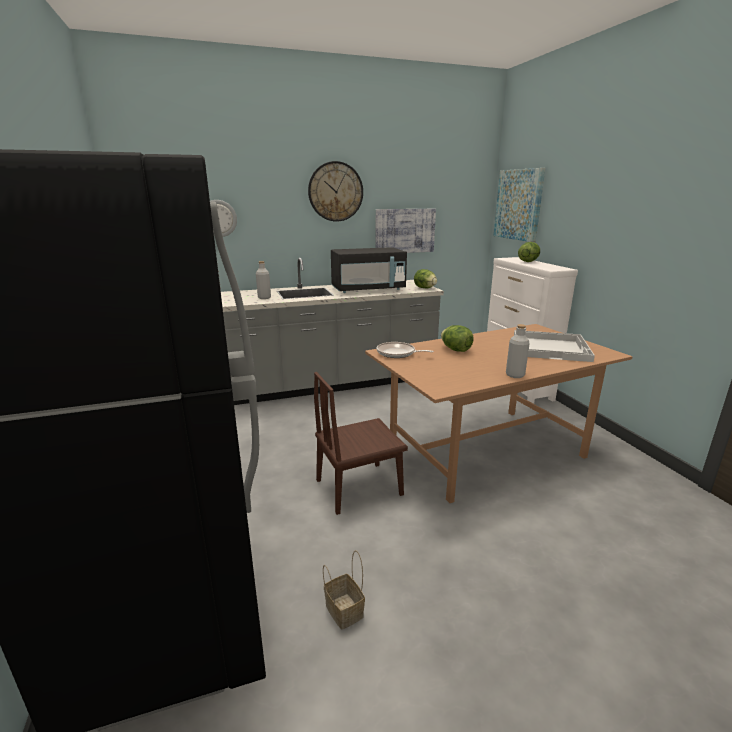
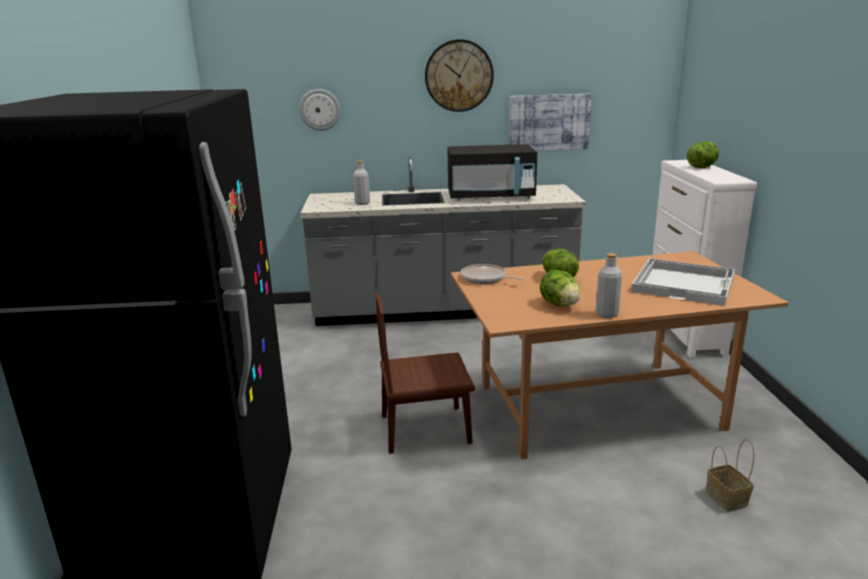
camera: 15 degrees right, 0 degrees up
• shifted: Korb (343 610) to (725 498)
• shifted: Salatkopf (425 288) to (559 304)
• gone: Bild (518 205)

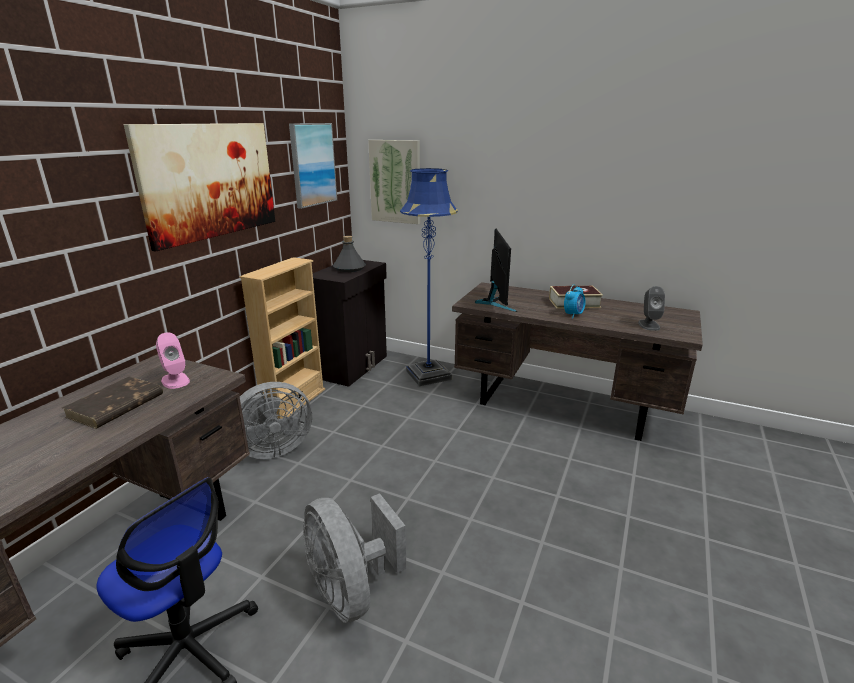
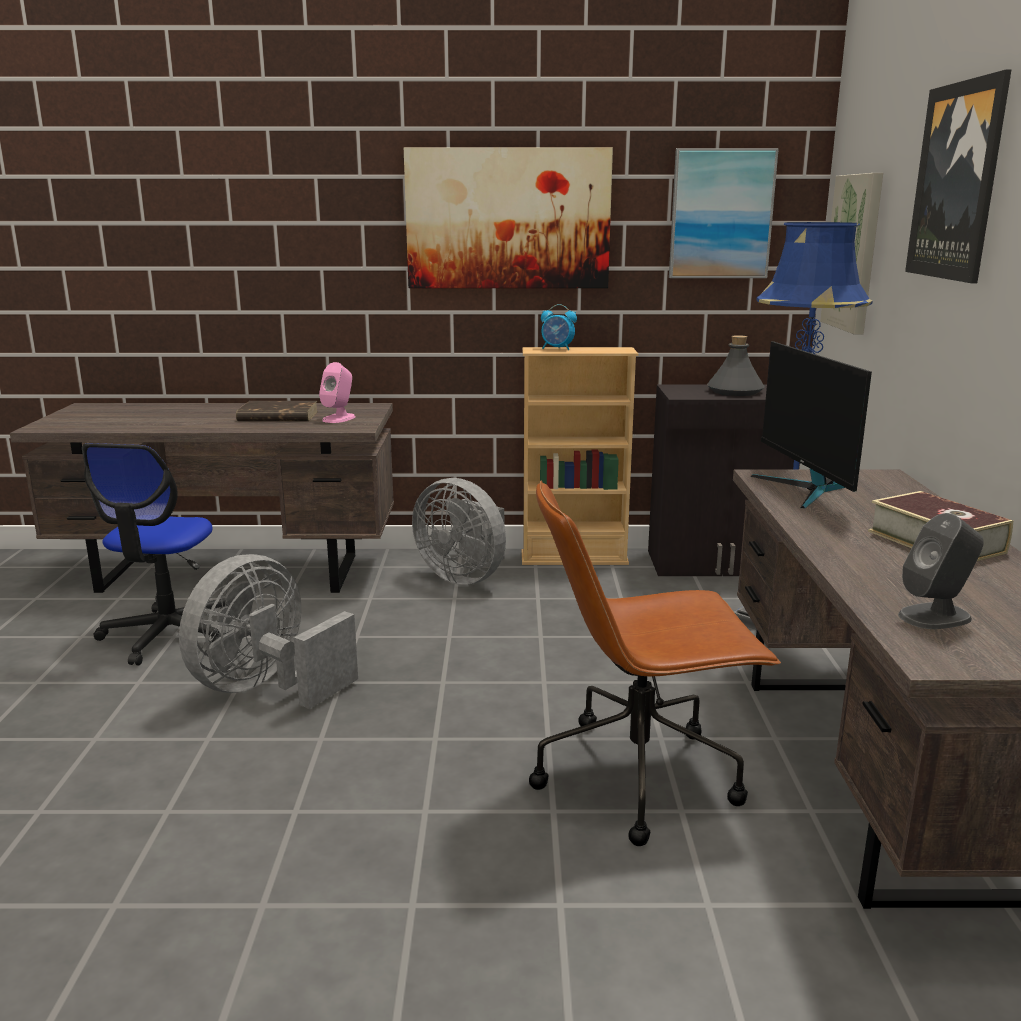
camera: 65 degrees right, 5 degrees down
• rotated: Monitor (496 302) = (806 489) 105 degrees clockwise
• shifted: Wecker (573 315) to (557 349)
• new: Bürostuhl [braun] (640 775)
• new: Bild (957 182)

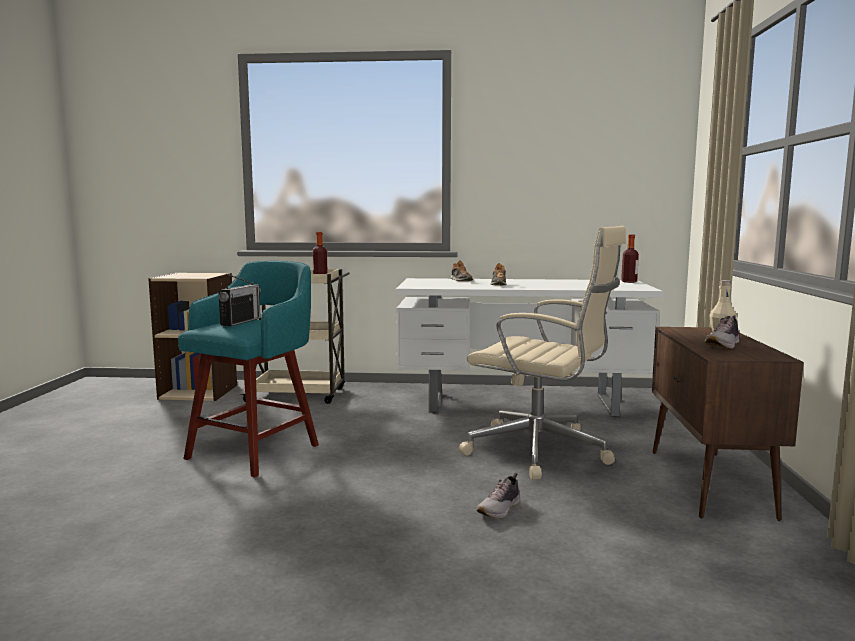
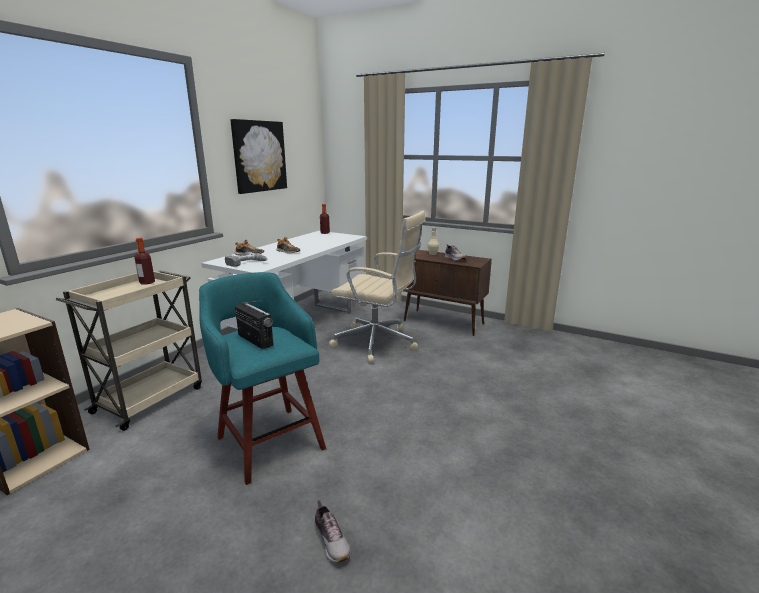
camera: 65 degrees left, 10 degrees up
• rotated: Bürostuhl [beige] (541 452) = (377 343) 60 degrees clockwise
• shifted: Schuh (500 509) to (332 541)
• new: Bohrmaschine (247 263)
• new: Bild (259 156)

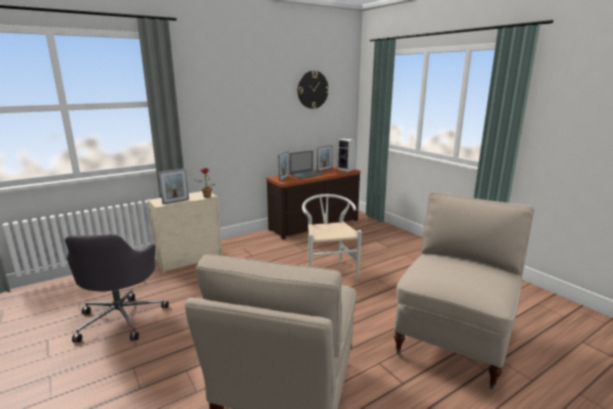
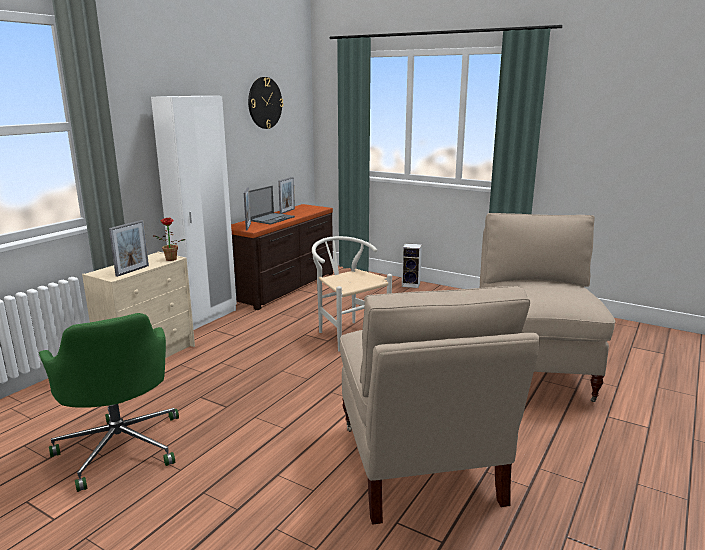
camera: 25 degrees left, 0 degrees up
• repainted: Bürostuhl [grau] (121 318) to Bürostuhl [grün] (121 446)
• shifted: Lautsprecher (346 170) to (411 284)
• new: Kleiderschrank [weiß] (207 317)

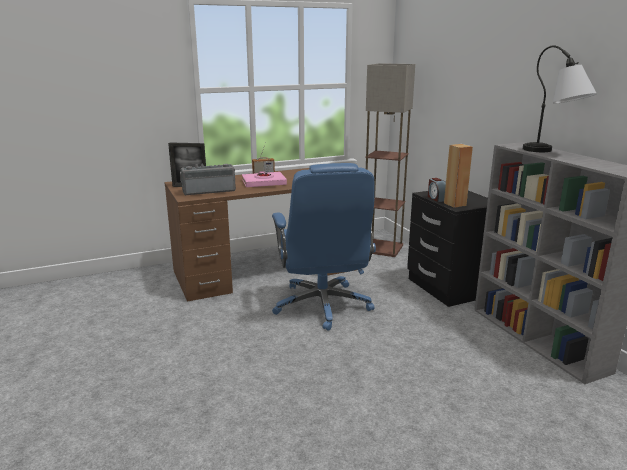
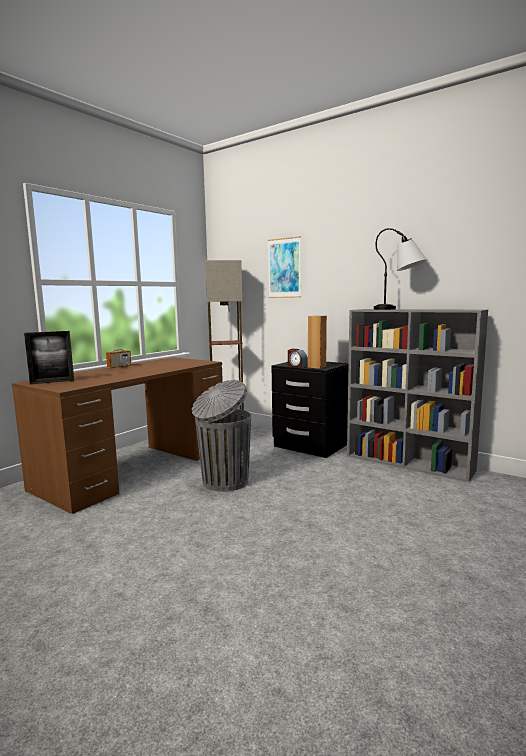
camera: 30 degrees left, 10 degrees down
• gone: Radio (209 191)
• gone: Buch [rosa] (264 183)
• swapped: Bürostuhl [blau] (322 306) to Mülleimer [grau] (224 482)
• new: Bild (284 268)

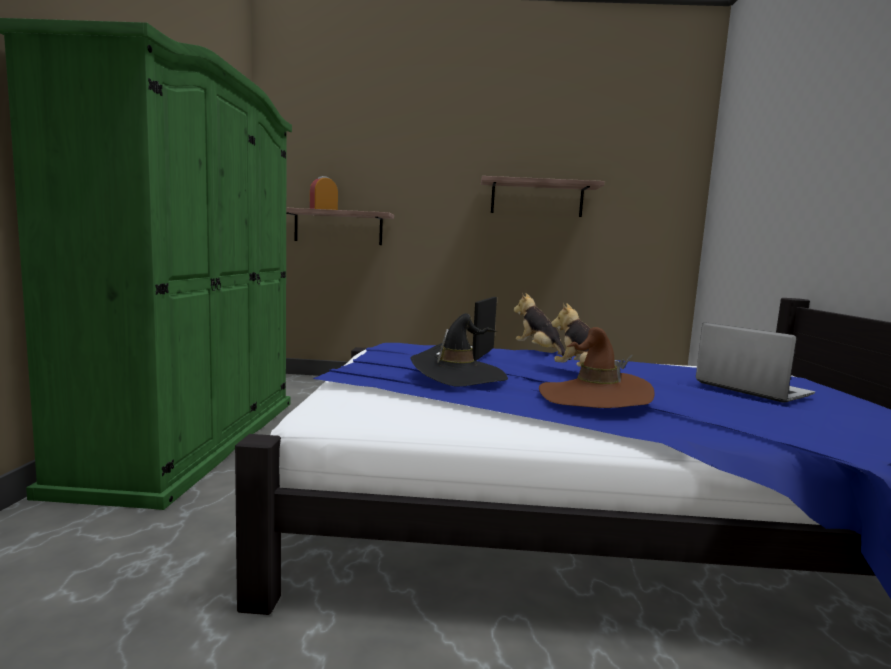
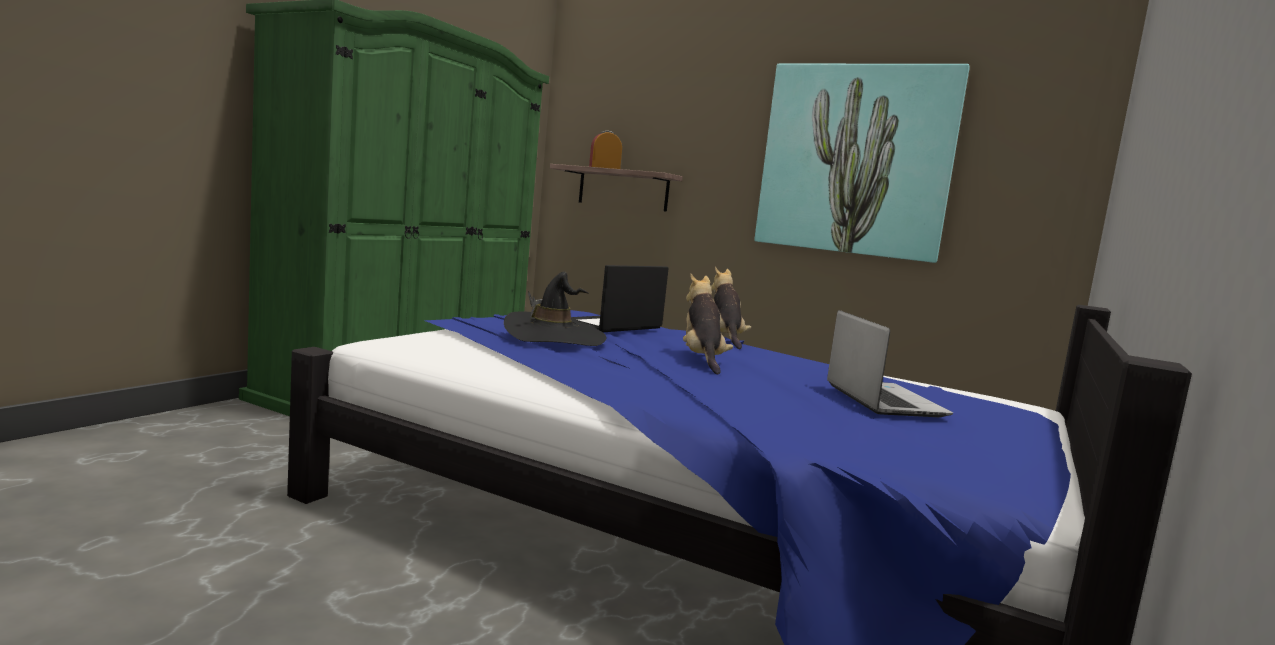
camera: 25 degrees right, 0 degrees up
• swapped: Wandregal (537 199) to Bild (855 160)
• gone: Hut [braun] (594 397)

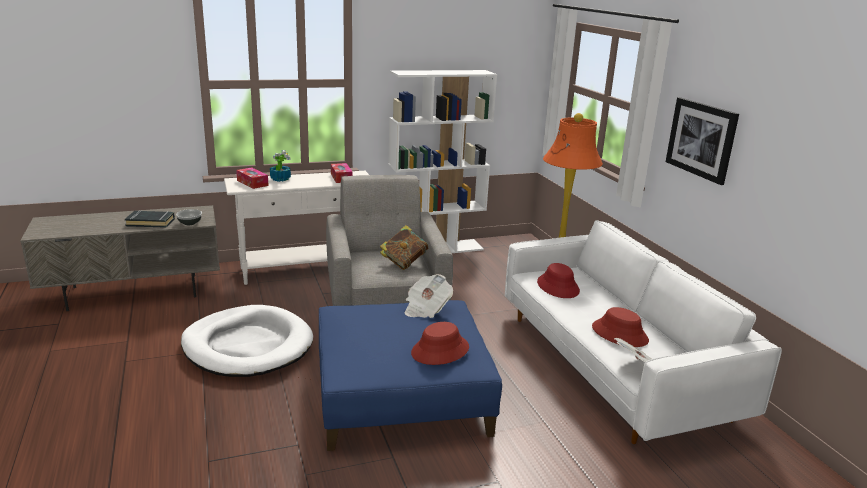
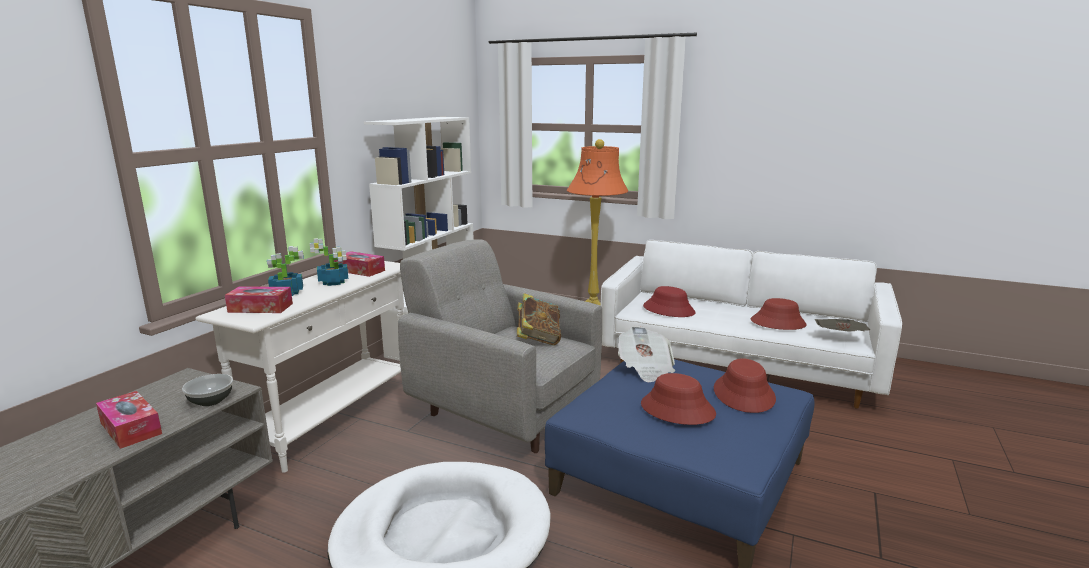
camera: 45 degrees left, 5 degrees down
• swapped: Buch [schwarz] (150 222) to Taschentuchbox (131 428)
• gone: Bild (701 139)
• new: Topfpflanze (334 282)
• new: Hut [rot] (677 409)

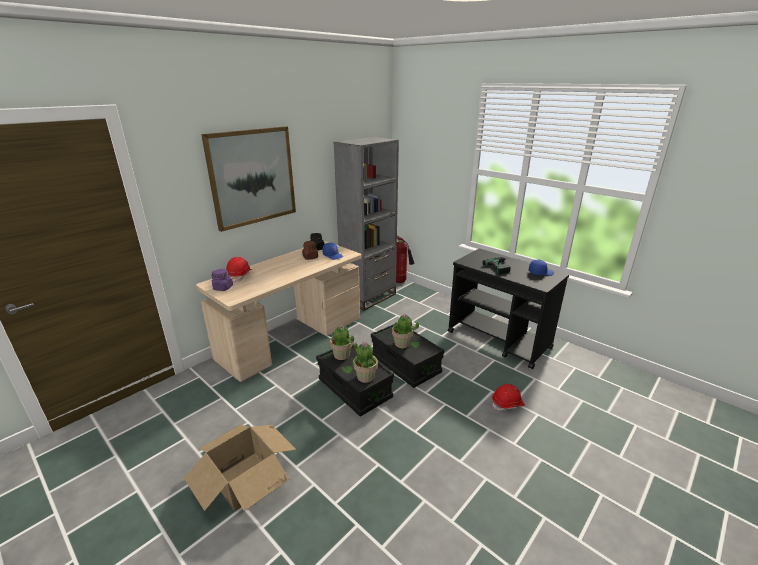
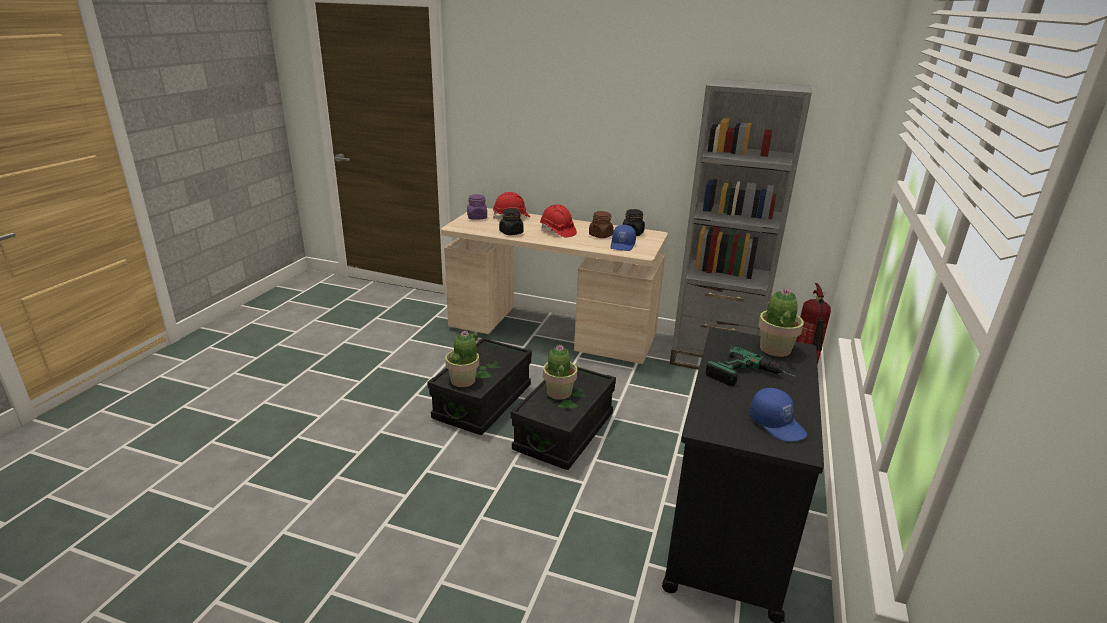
camera: 65 degrees right, 0 degrees up
• gone: Karton (246 479)
• gone: Bild (252 177)
• shifted: Topfpflanze (342 355) to (774 349)
• shifted: Schutzhelm [rot] (507 404) to (557 231)
• new: Vorratsglas [schwarz] (511 232)

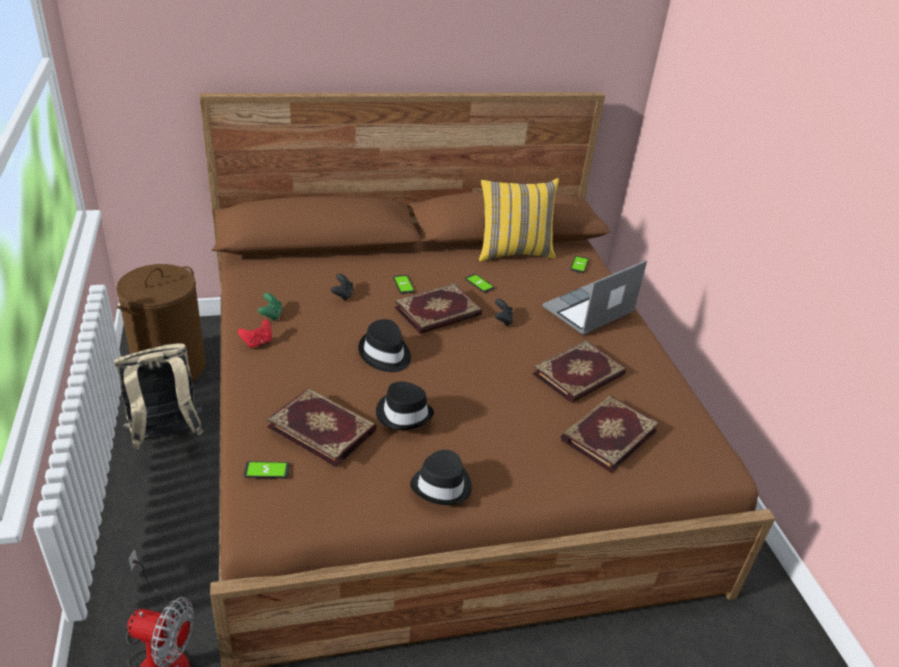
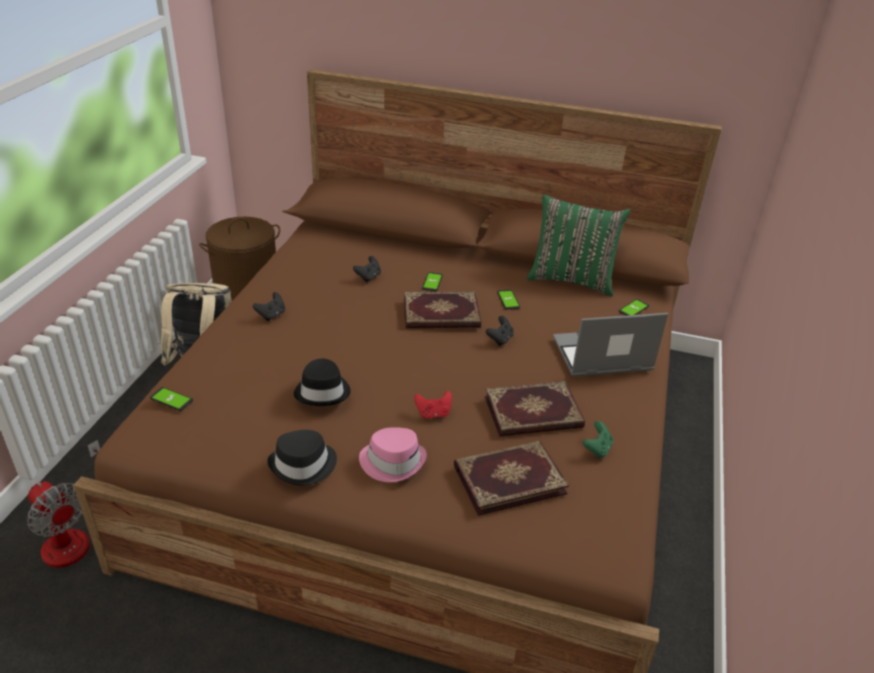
camera: 30 degrees right, 0 degrees up
• shifted: Gamepad [rot] (257 342) to (433 414)
• shifted: Gamepad [grün] (271 315) to (597 449)
• gone: Buch (323 428)
• gone: Hut [schwarz] (385 354)
• repainted: Kissen [gelb] (513 252) to Kissen [grün] (571 279)
• new: Gamepad [schwarz] (271 315)
• new: Hut [rosa] (393 461)

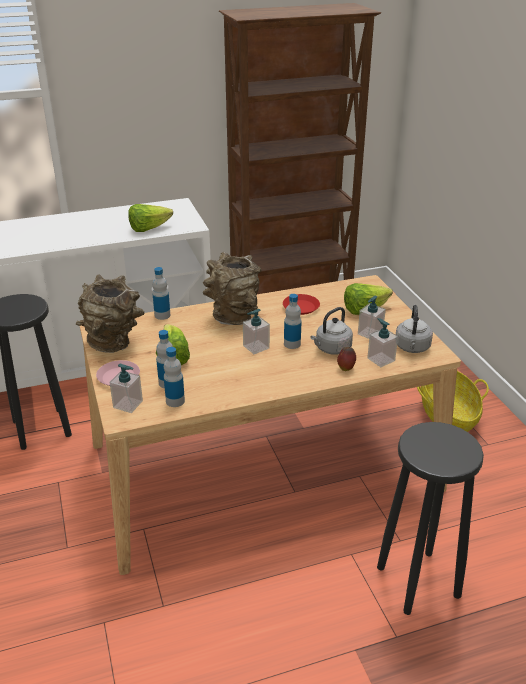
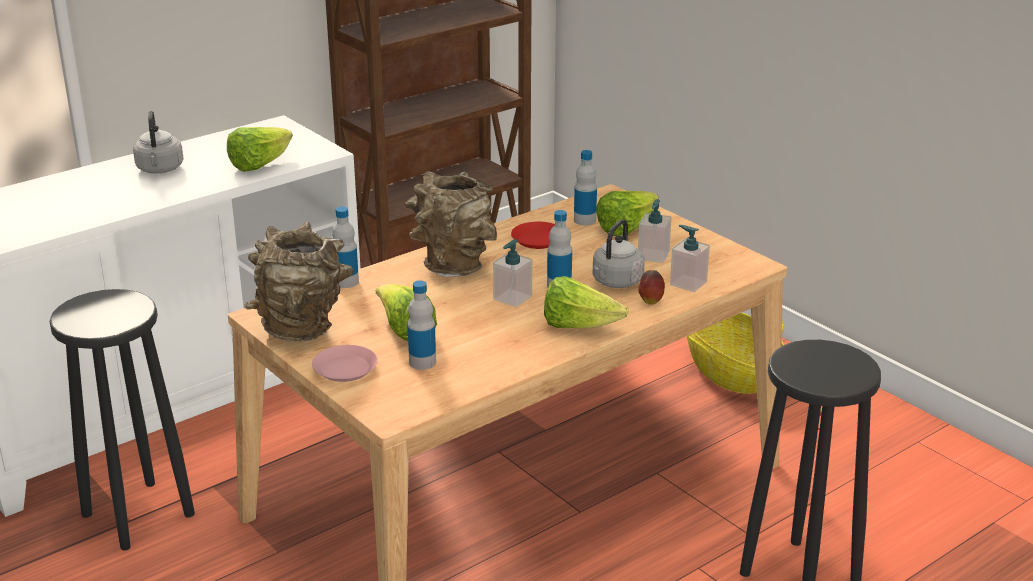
camera: 20 degrees left, 5 degrees down
• gone: Seifenspender (128 404)
• shifted: Flasche (175 401) to (584 220)
• shifted: Wasserkessel [grau] (412 348) to (160 170)
• new: Salatkopf (578 326)

